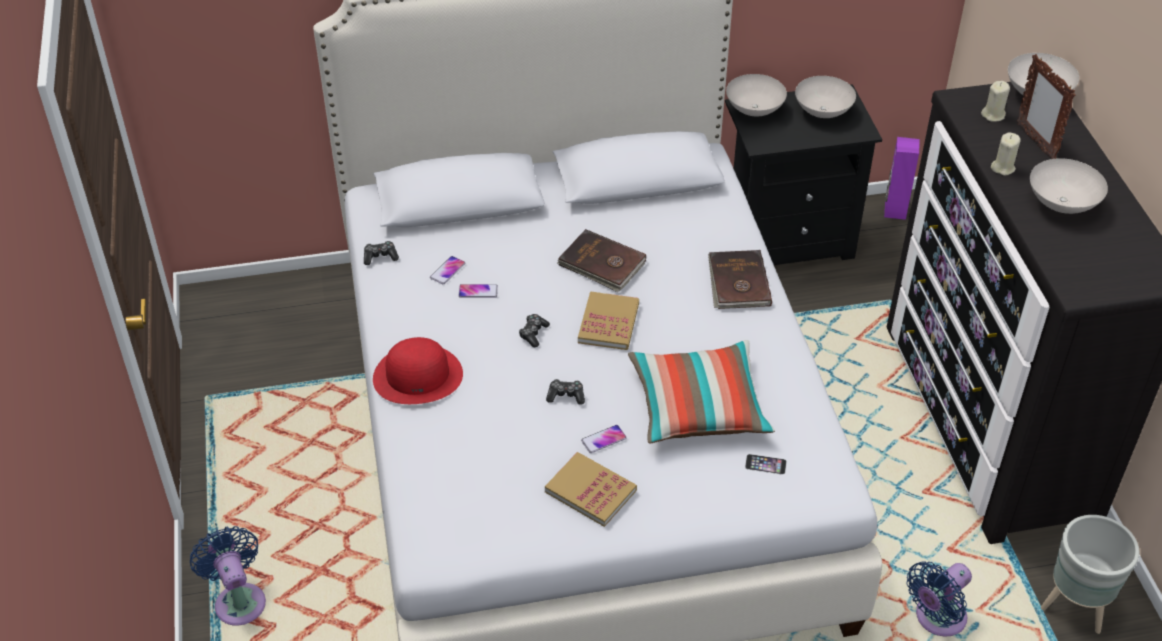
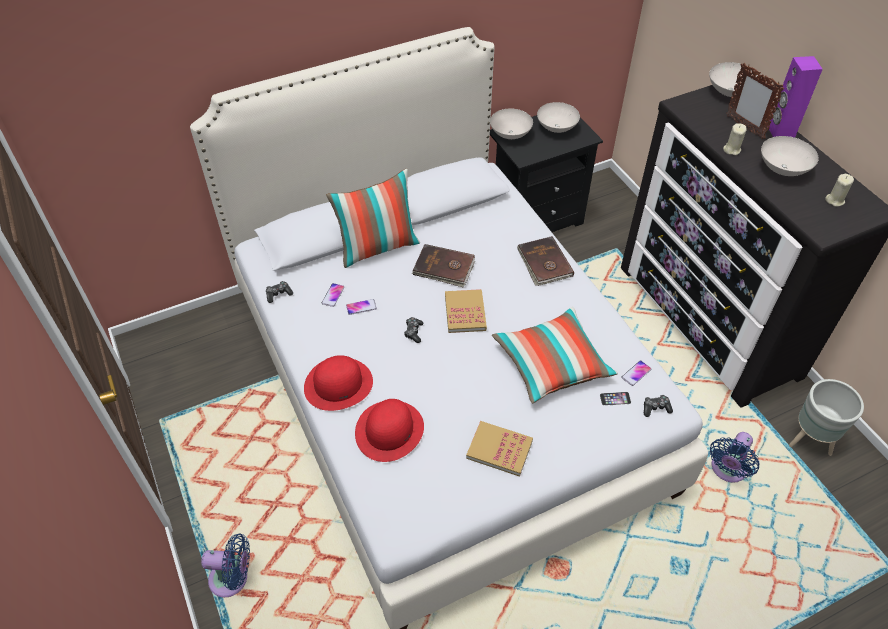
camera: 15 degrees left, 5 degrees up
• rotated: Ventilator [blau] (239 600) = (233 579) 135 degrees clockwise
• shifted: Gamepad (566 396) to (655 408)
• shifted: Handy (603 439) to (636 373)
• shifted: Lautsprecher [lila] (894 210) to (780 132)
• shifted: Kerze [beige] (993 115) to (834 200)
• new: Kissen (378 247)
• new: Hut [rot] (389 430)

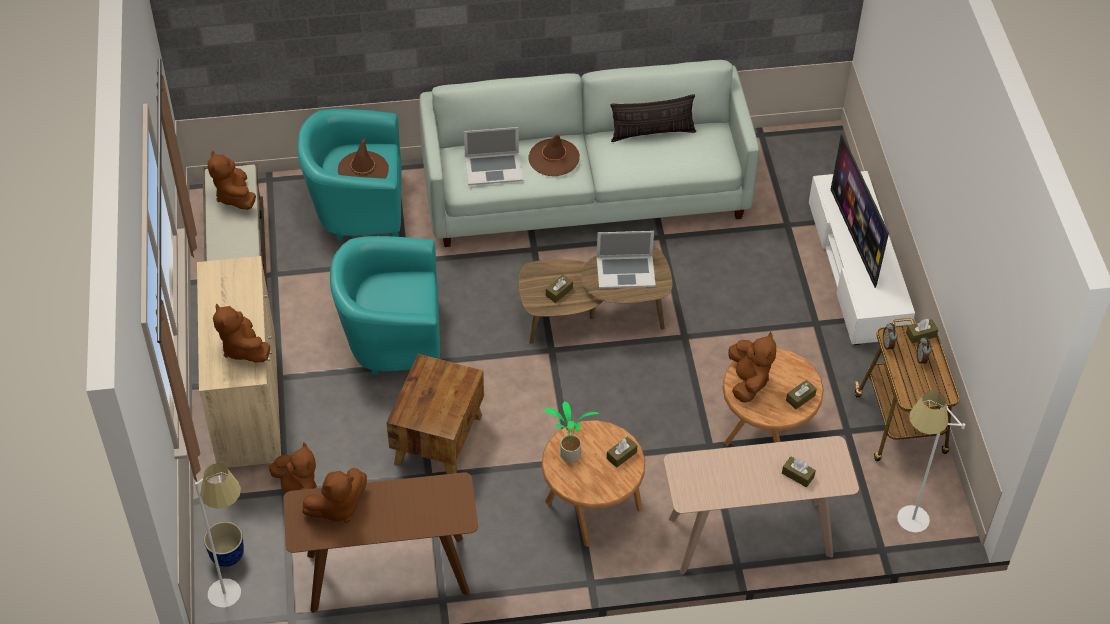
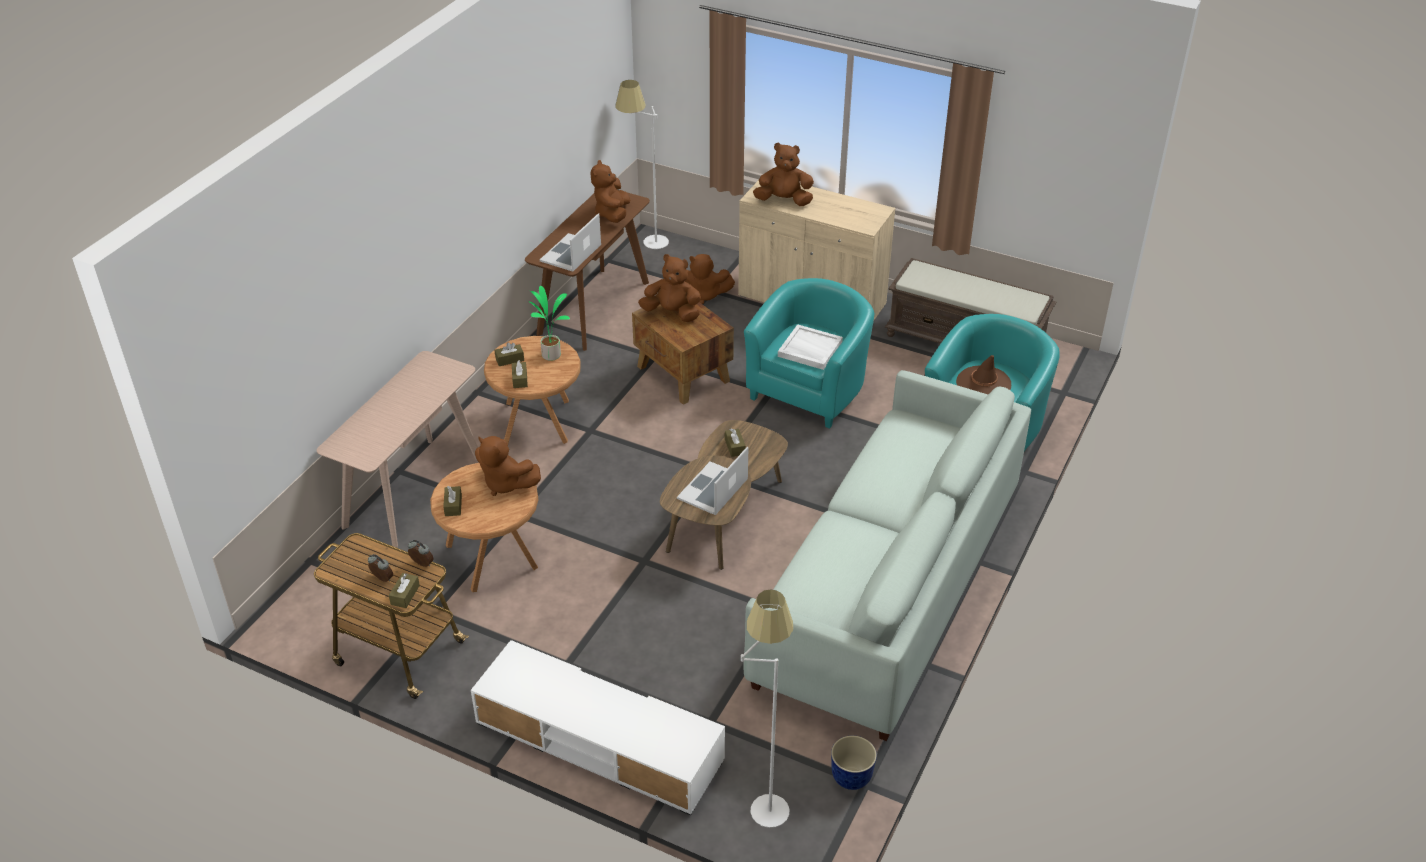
camera: 125 degrees right, 10 degrees down
• shifted: Pflanzkübel (228 555) to (851 778)
• shifted: Plüschtier [braun] (235 196) to (672 313)
• shifted: Laptop (493 168) to (571 253)
• gone: Hut [braun] (554 158)
• gone: Kissen (652 133)
• shifted: Taschentuchbox [braun] (797 475) to (509 359)
• gone: Fernseher (855 237)
• shifted: Stehlampe [weiß] (904 528) to (765 796)
• new: Tablett [weiß] (809 349)

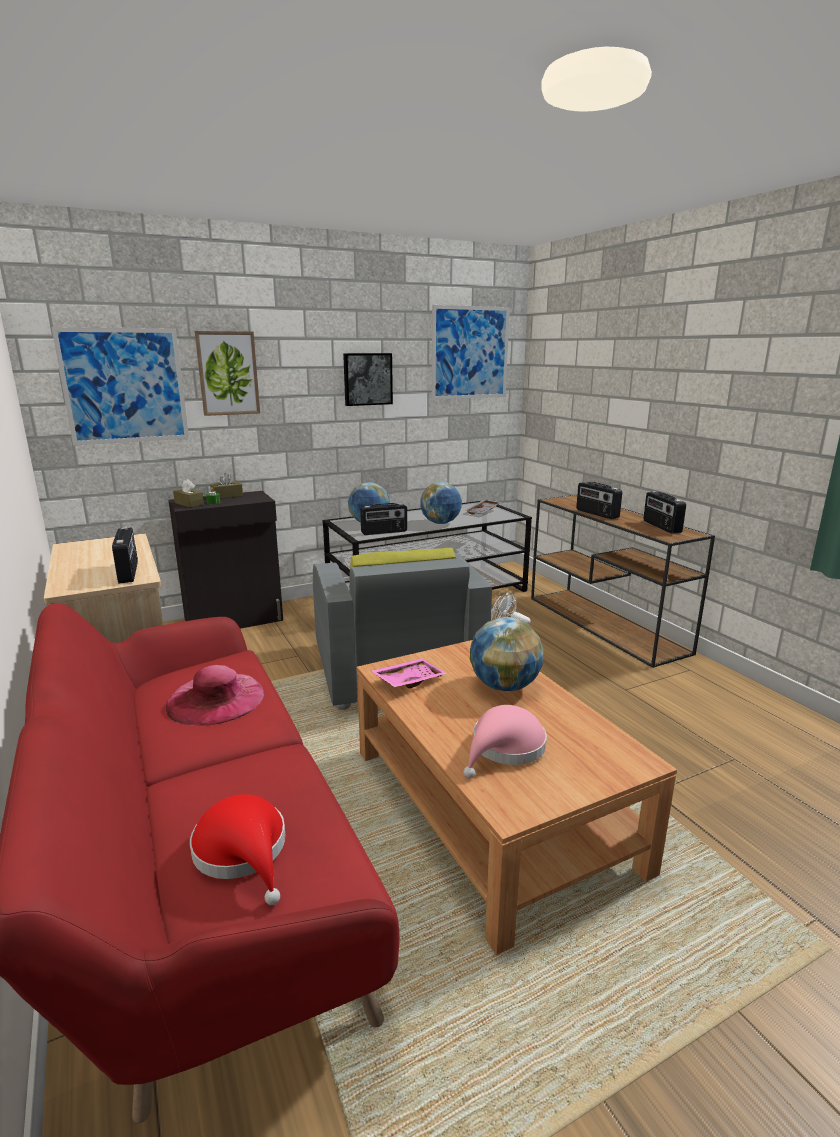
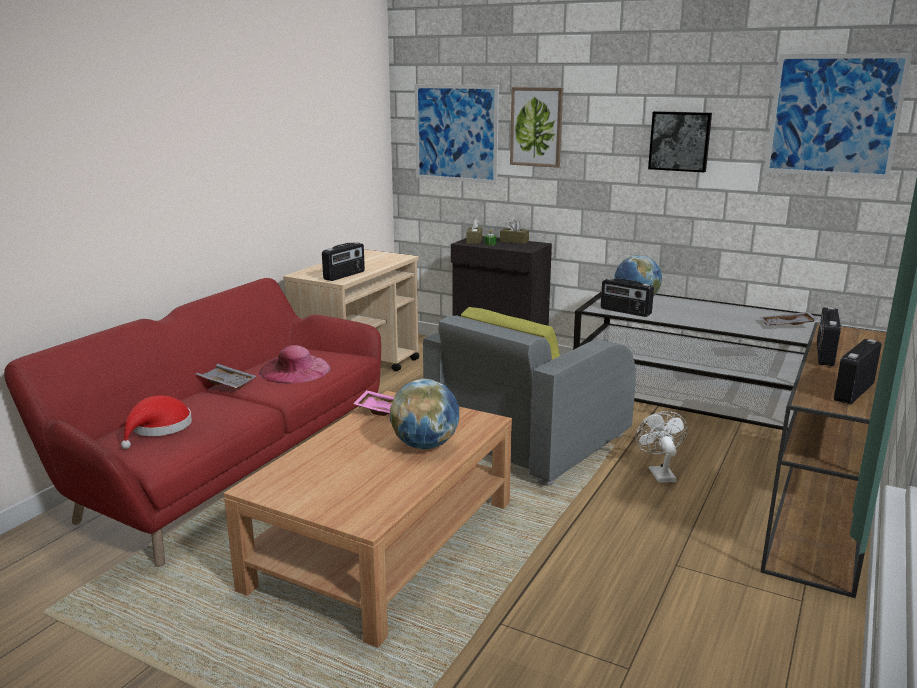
camera: 55 degrees right, 0 degrees up
• gone: Globus (441 523)
• gone: Hut [rosa] (505 748)
• new: Tablett [grau] (226 382)

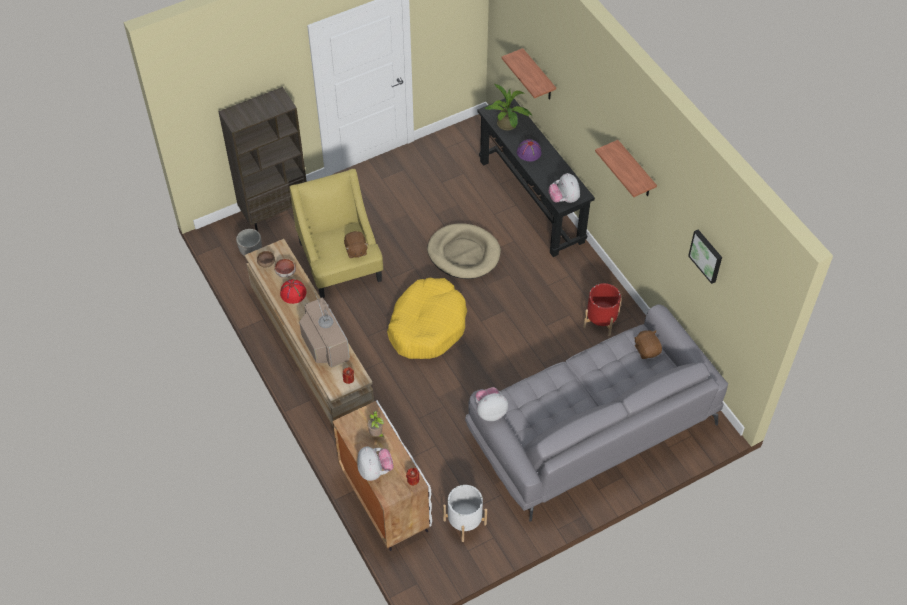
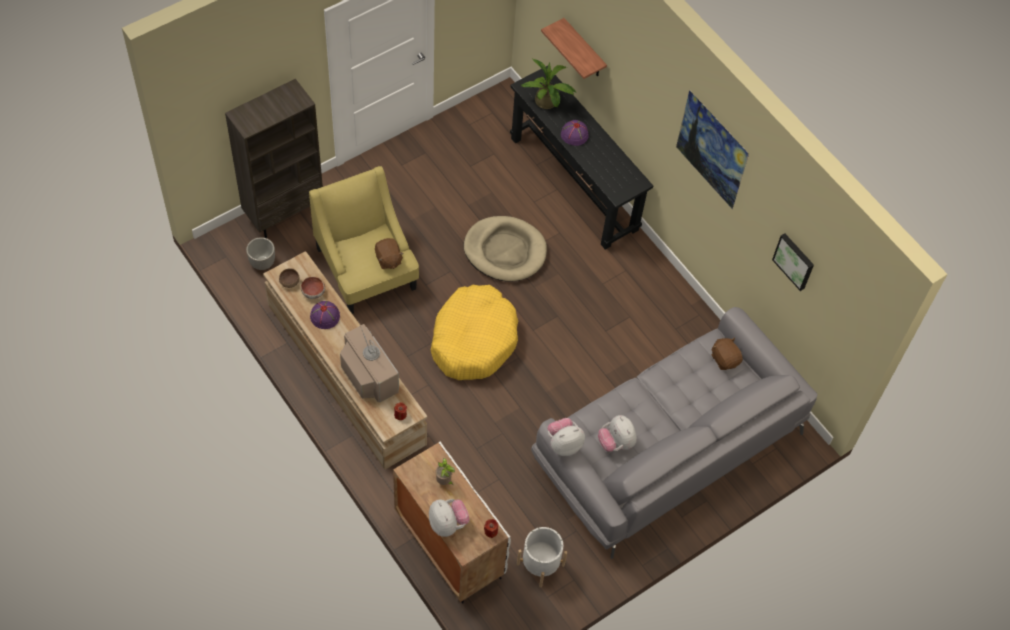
camera: 10 degrees left, 5 degrees up
• repainted: Hut [rot] (293 293) to Hut [lila] (325 316)
• shifted: Plüschtier (564 199) to (616 442)
• gone: Pflanzkübel [rot] (601 321)
• swapped: Wandregal (635 170) to Bild (707 164)

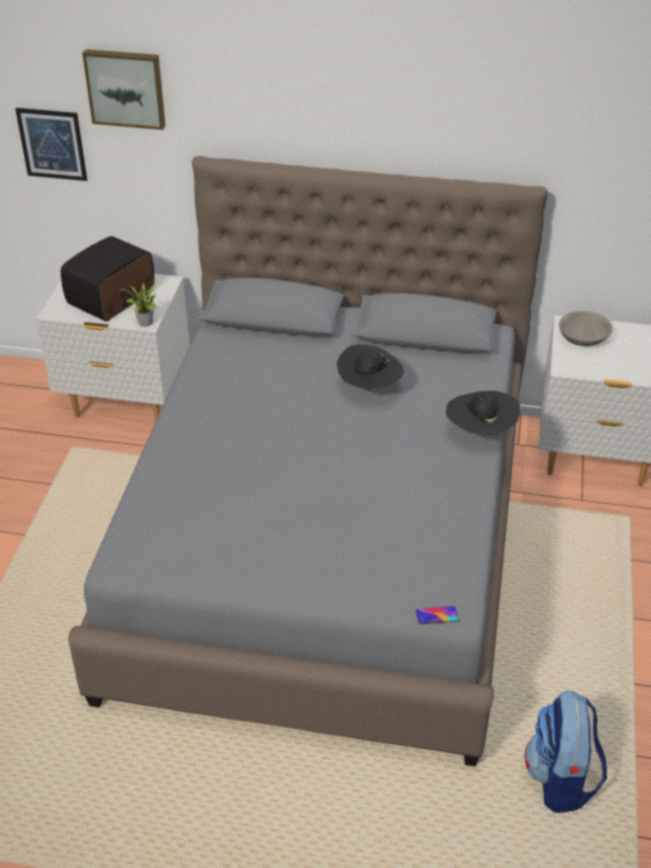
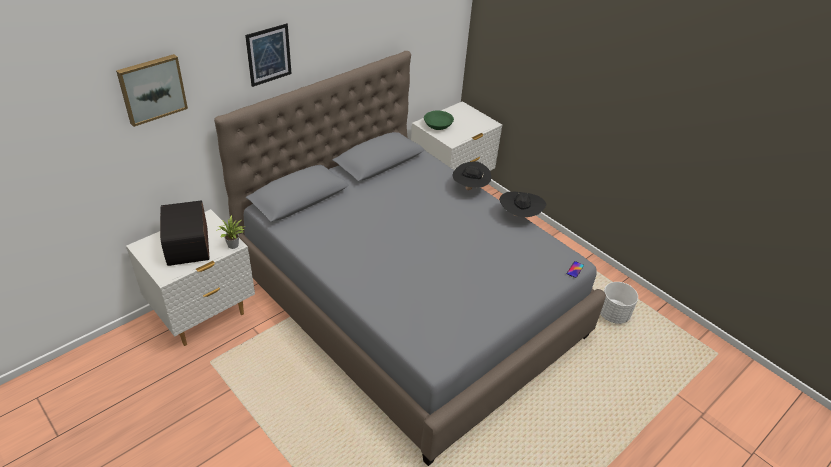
camera: 55 degrees left, 0 degrees up
• shifted: Bild (52 144) to (269 55)
• shifted: Hut [schwarz] (369 389) to (519 216)
• swapped: Rucksack (561 779) to Pflanzkübel [weiß] (613 314)
• repainted: Schüssel [grau] (583 338) to Schüssel [grün] (438 125)

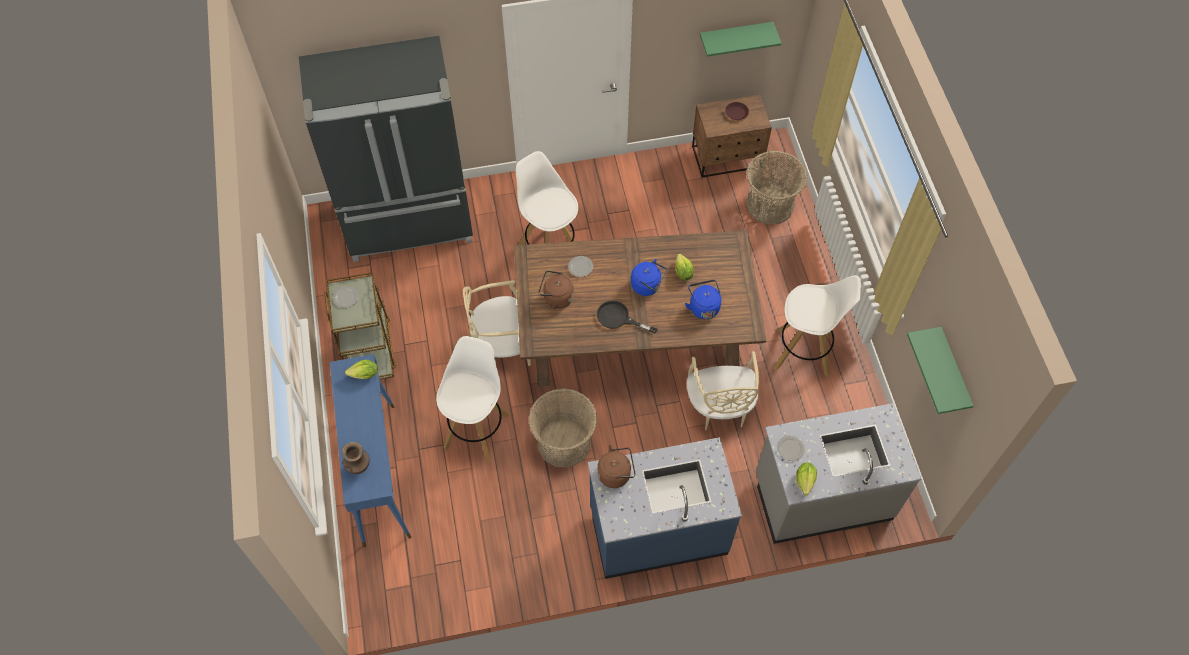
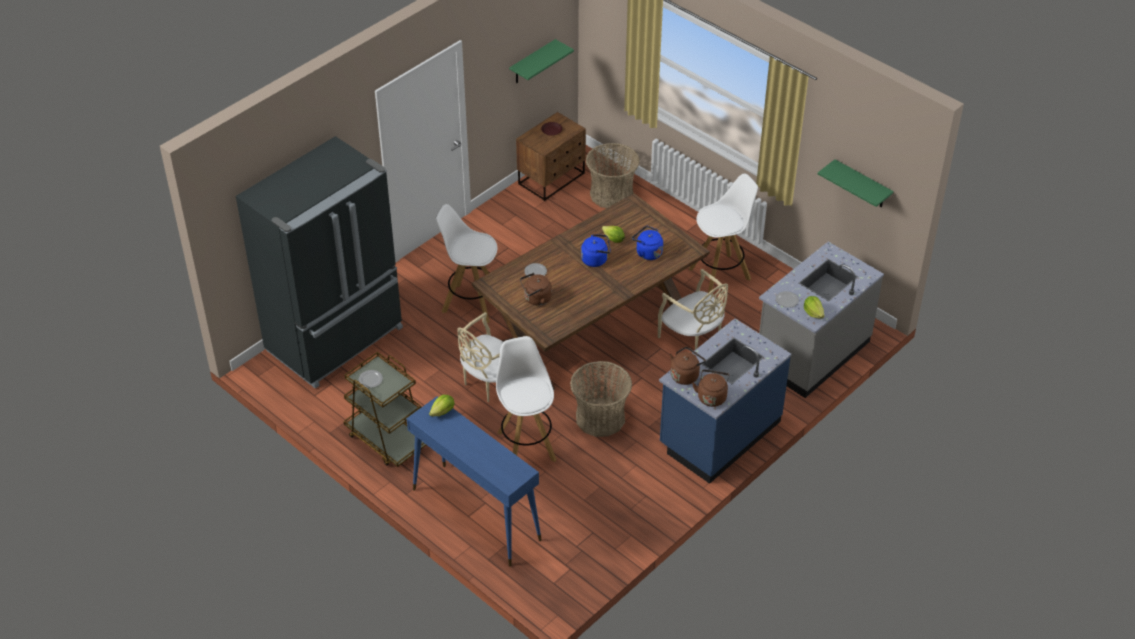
camera: 35 degrees left, 15 degrees down
• gone: Vase [braun] (359 467)
• gone: Pfanne [schwarz] (618 318)
• new: Wasserkessel [braun] (711 396)

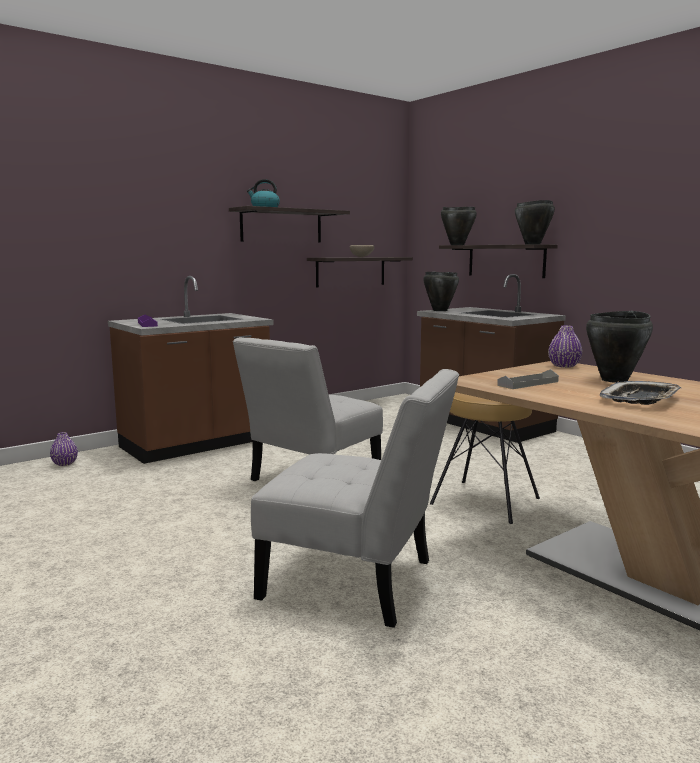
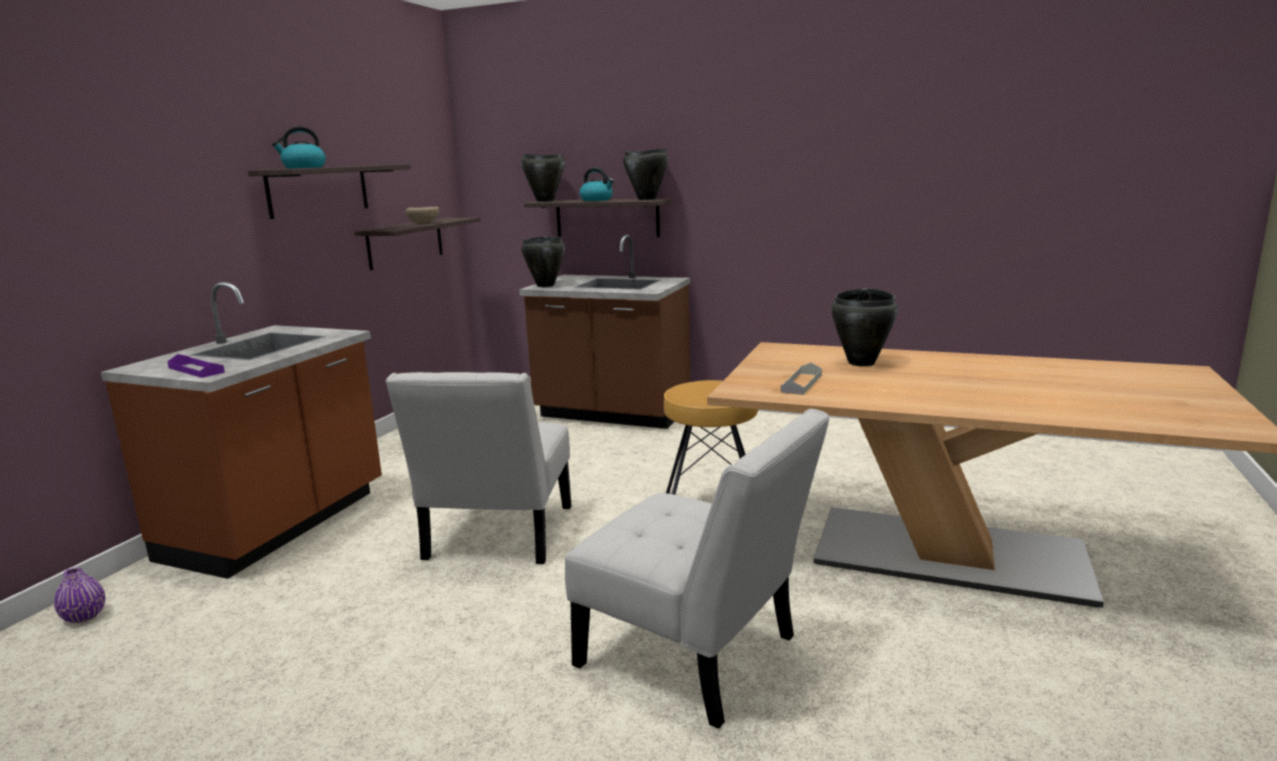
camera: 30 degrees left, 5 degrees up
• rotated: Stuhl [weiß] (357 582) = (697 657) 45 degrees clockwise
• gone: Vase [lila] (564 366)
• gone: Tablett (640 399)
• new: Wasserkessel (597 200)

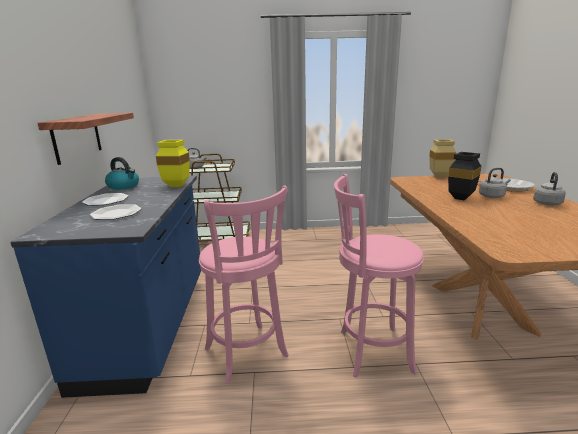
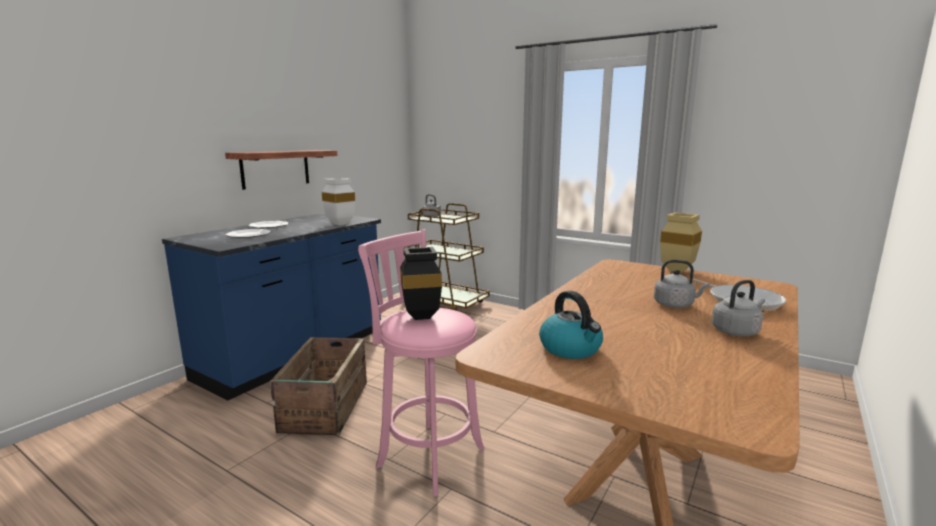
camera: 35 degrees right, 5 degrees down
• shifted: Wasserkessel (124 186) to (571 349)
• repainted: Vase [gelb] (178 185) to Vase [weiß] (342 224)
• swapped: Hocker [rosa] (248 355) to Kiste (324 407)
• shifted: Vase [schwarz] (461 199) to (419 317)

